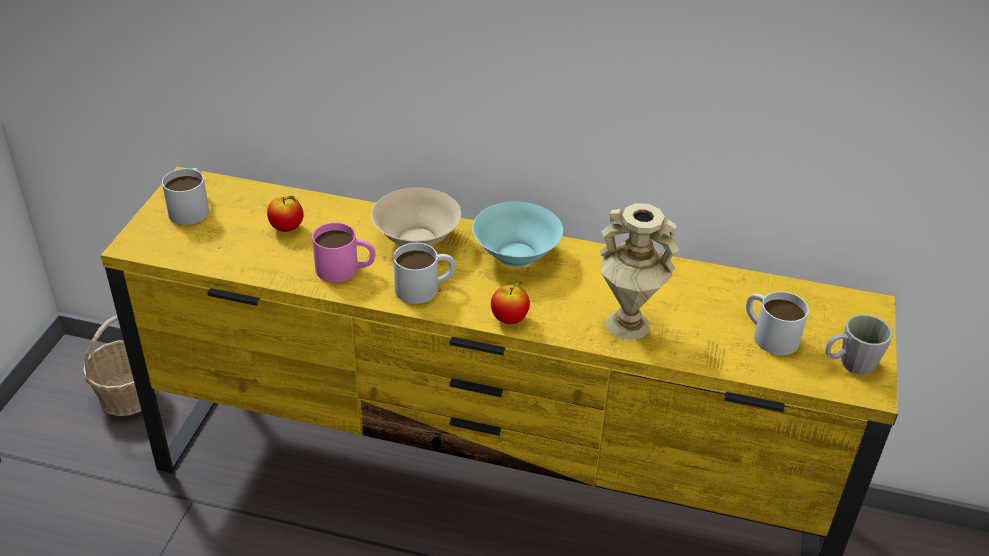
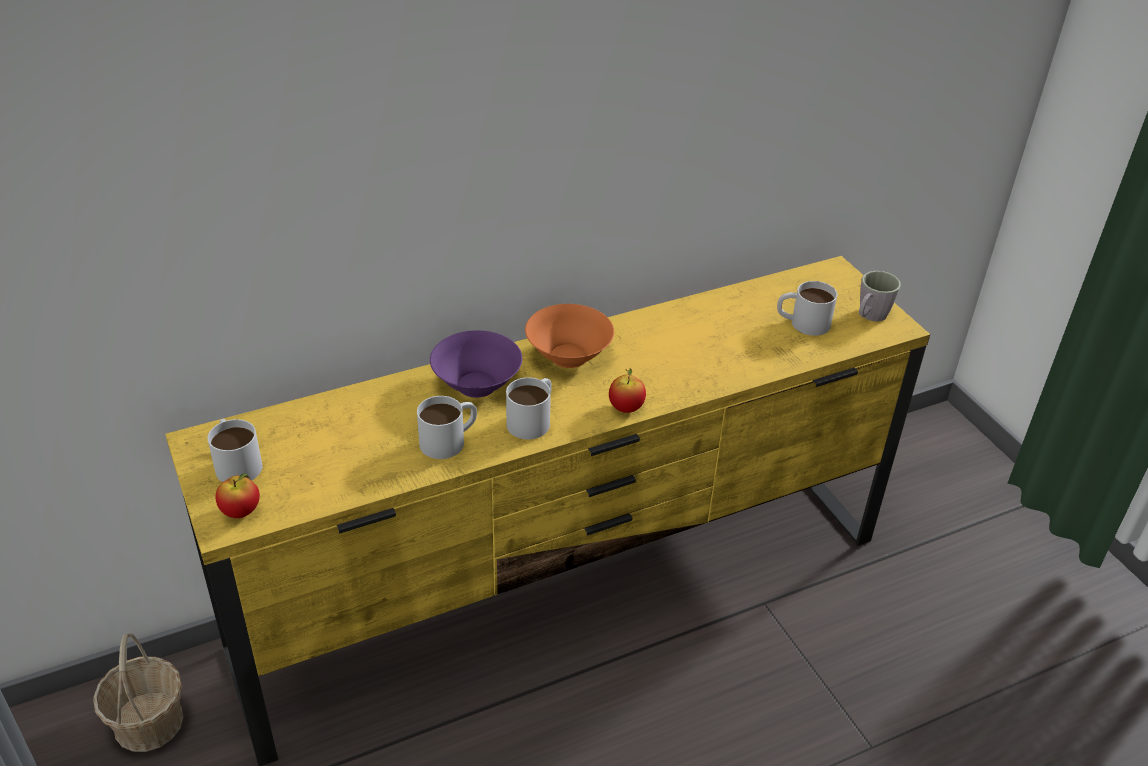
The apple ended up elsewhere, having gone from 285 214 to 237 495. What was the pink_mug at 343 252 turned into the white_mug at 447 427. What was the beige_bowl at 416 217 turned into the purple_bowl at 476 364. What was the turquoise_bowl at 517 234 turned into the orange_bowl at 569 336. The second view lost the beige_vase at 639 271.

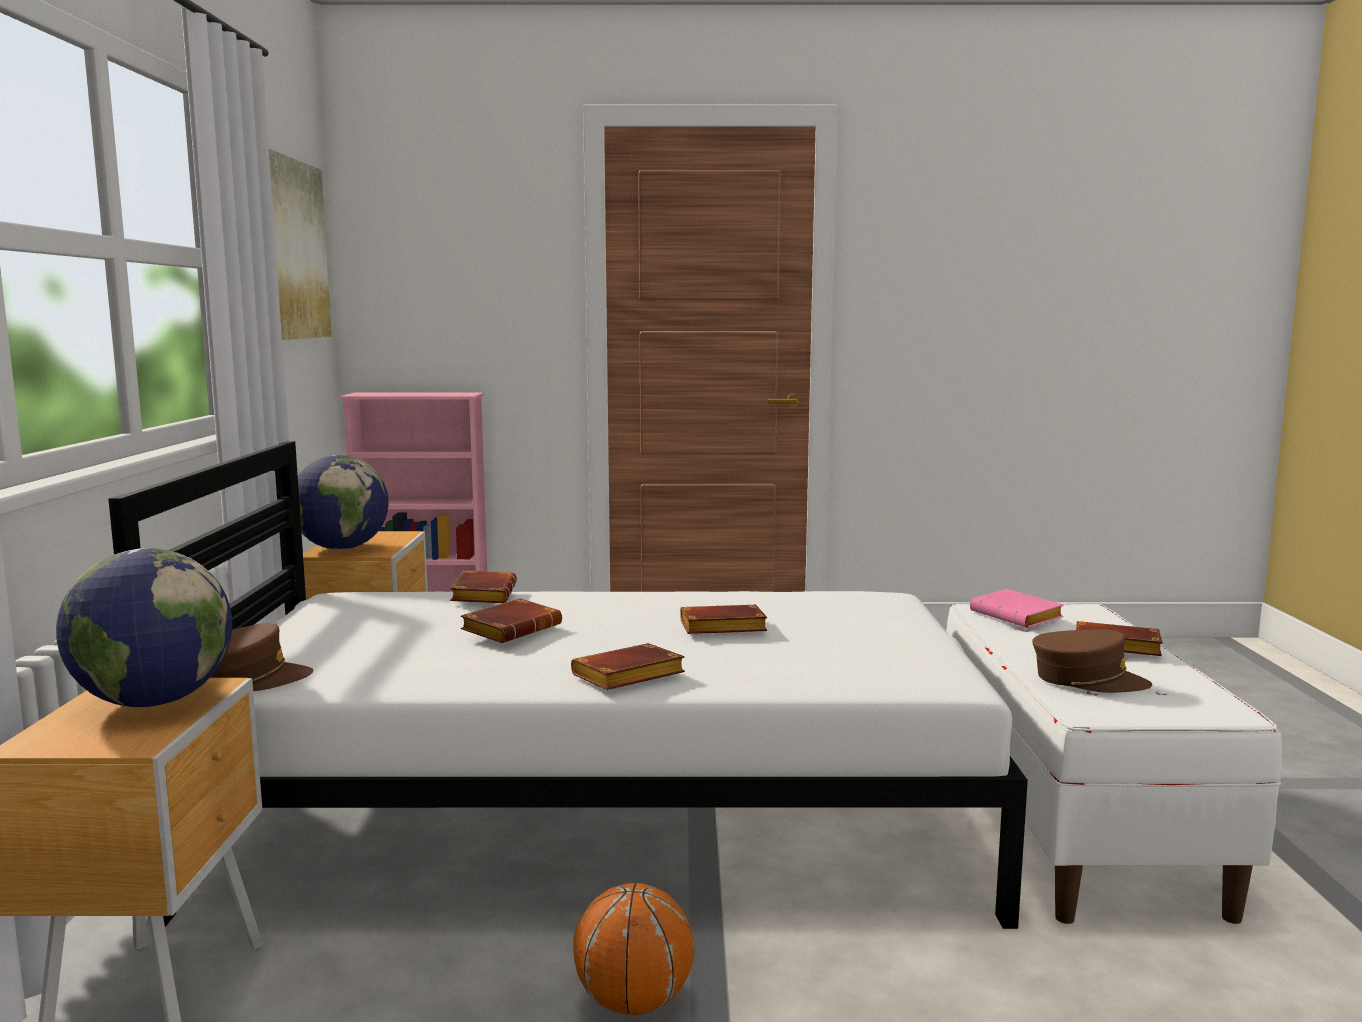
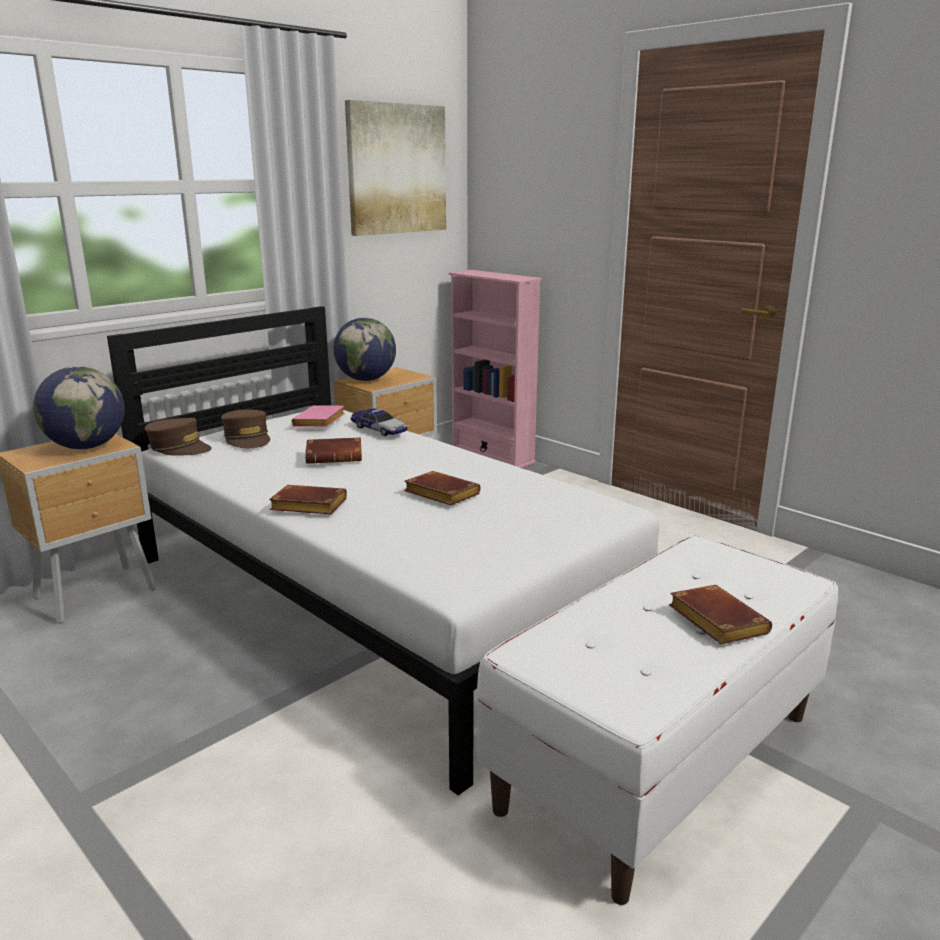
The brown_cap ended up elsewhere, having gone from 1092 661 to 245 428. The pink_book ended up elsewhere, having gone from 1017 608 to 318 416. Where the brown_book stood at 483 586, the toy_car came to stand at 378 422. The second view lost the basketball at 634 949.

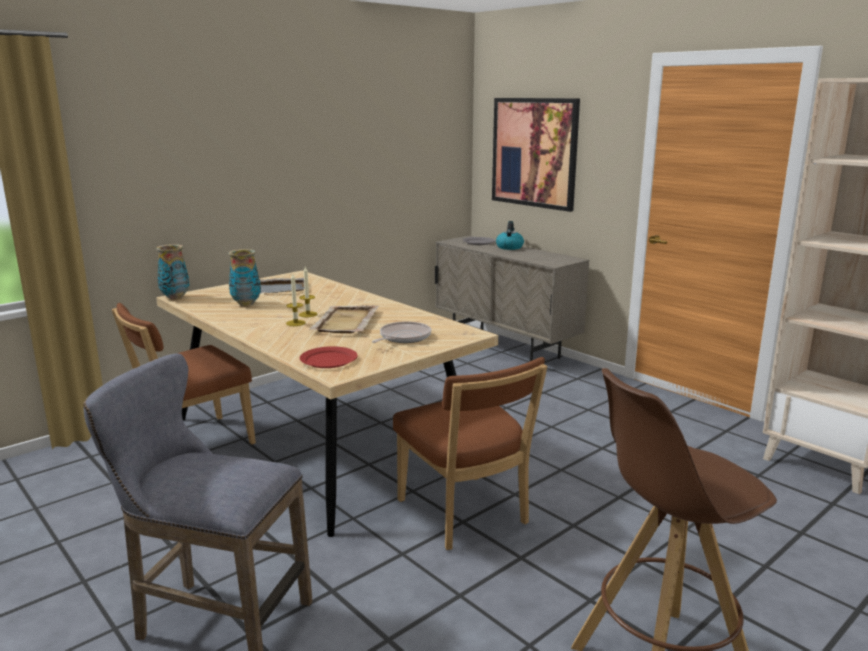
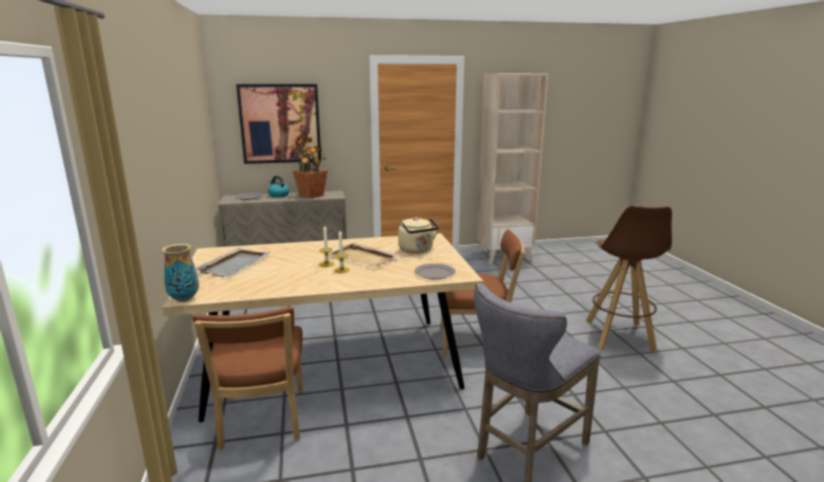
The second view gained the potted_plant at 310 166. Where the frying_pan stood at 401 332, the beige_kettle came to stand at 418 235. What was the red_plate at 329 357 turned into the grey_plate at 435 271. The second view lost the vase at 244 277.

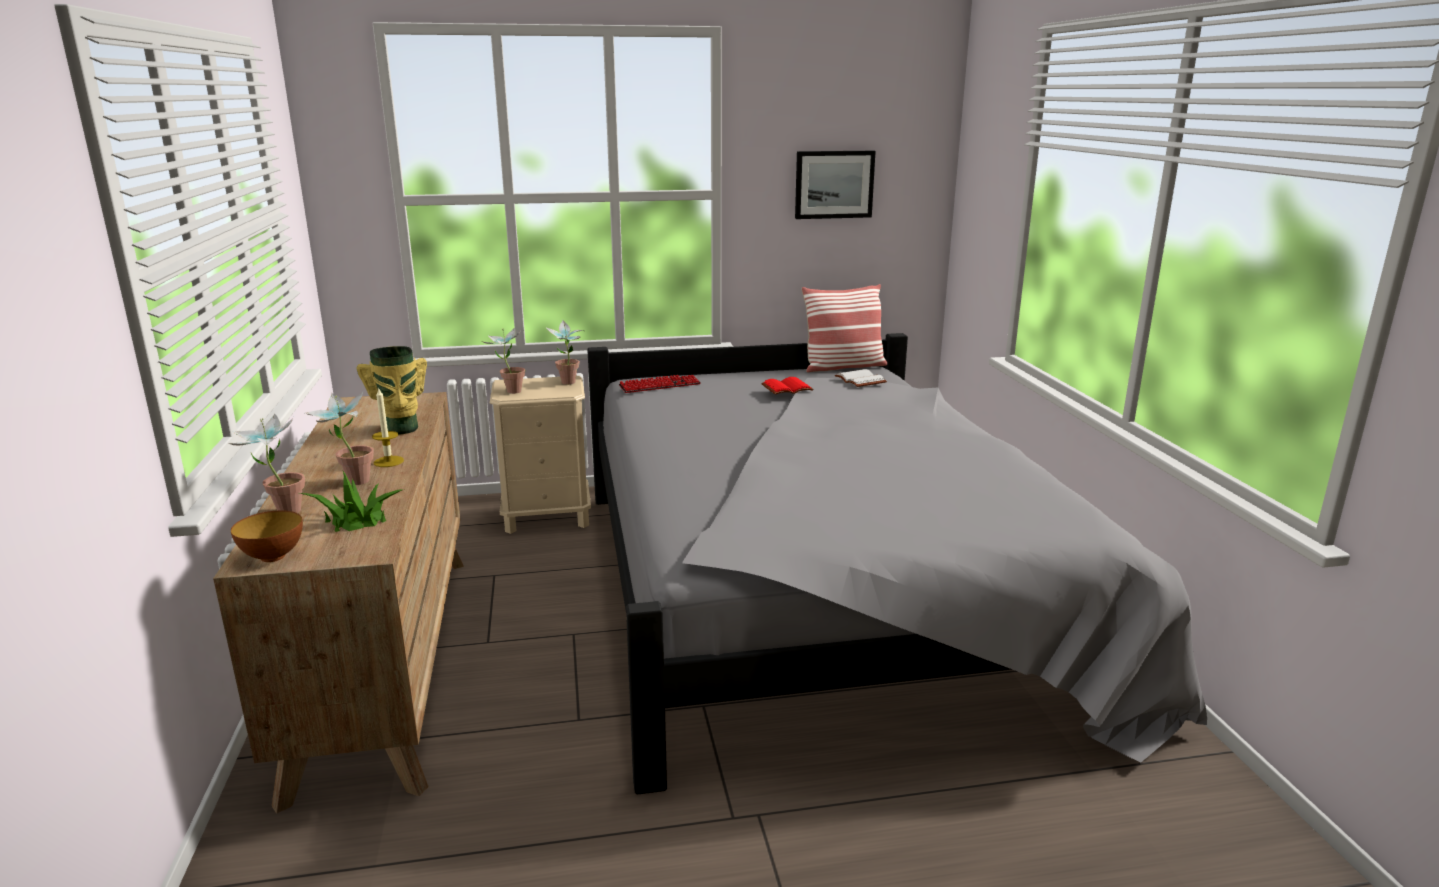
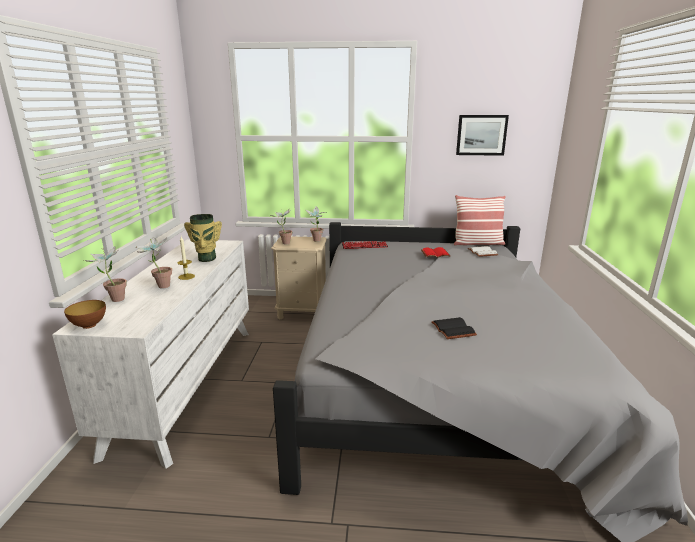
What was the brown_dresser at 338 602 turned into the white_dresser at 150 354. The second view gained the black_book at 454 328. The second view lost the potted_plant at 352 501.

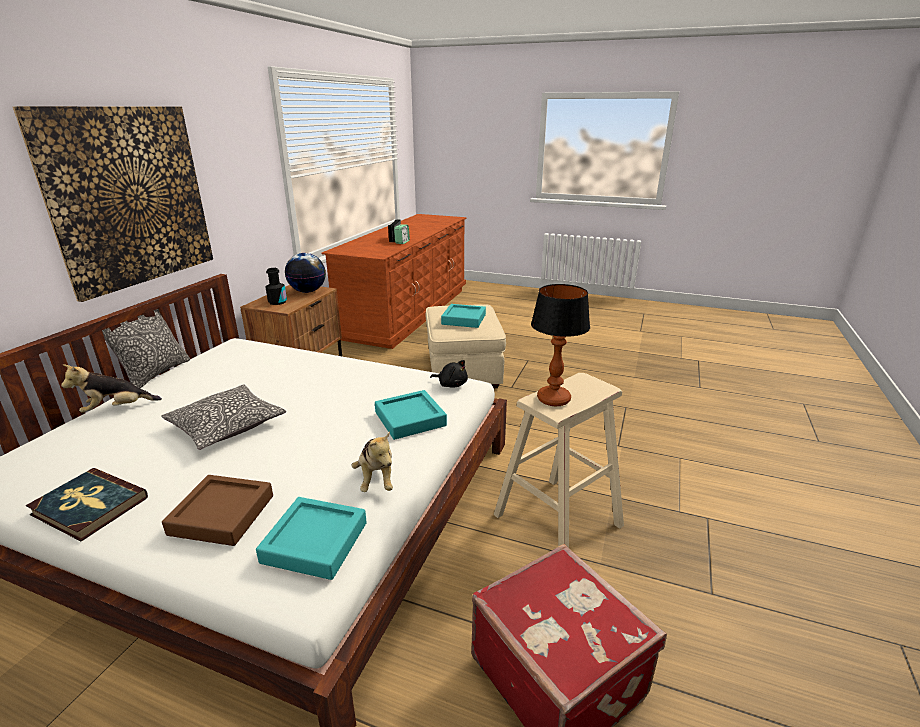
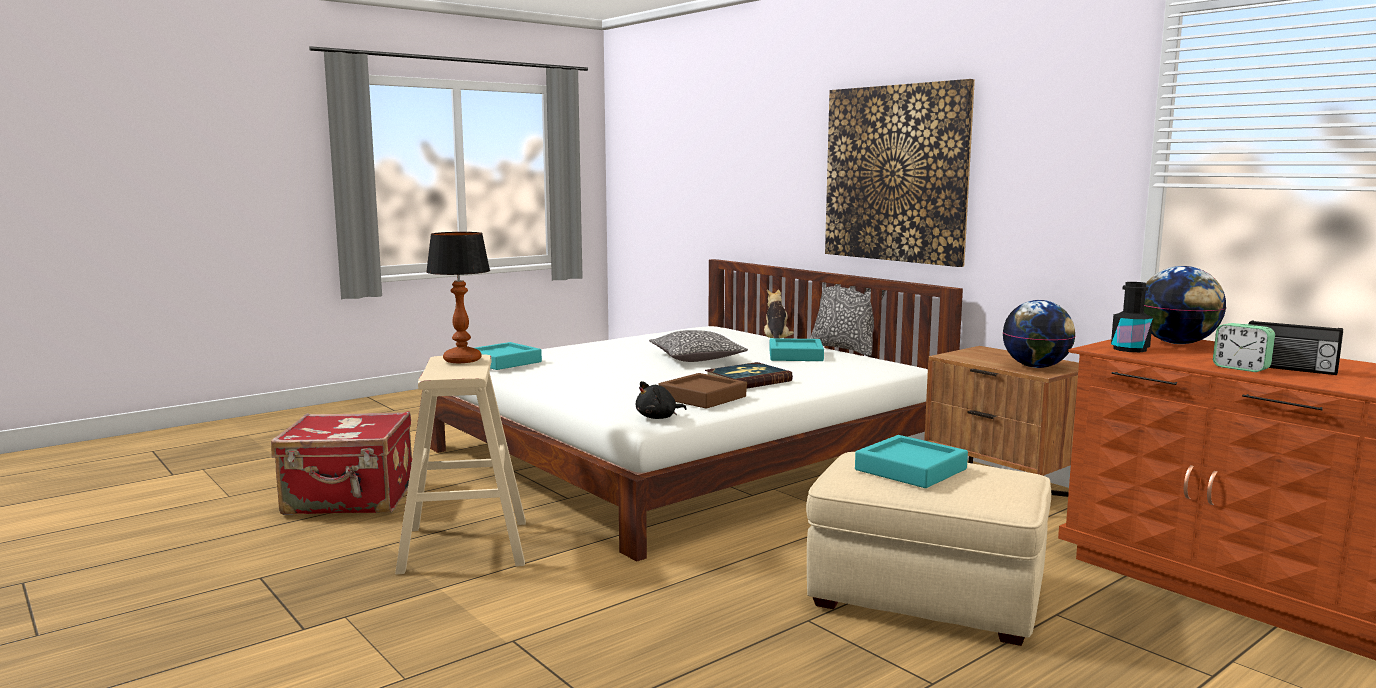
The brown_tray ended up elsewhere, having gone from 217 510 to 702 391. The book ended up elsewhere, having gone from 87 504 to 749 375. The turquoise_tray ended up elsewhere, having gone from 411 415 to 796 349. The black_bottle ended up elsewhere, having gone from 276 286 to 1132 317. The second view gained the globe at 1185 305. The second view lost the plush_toy at 372 461.

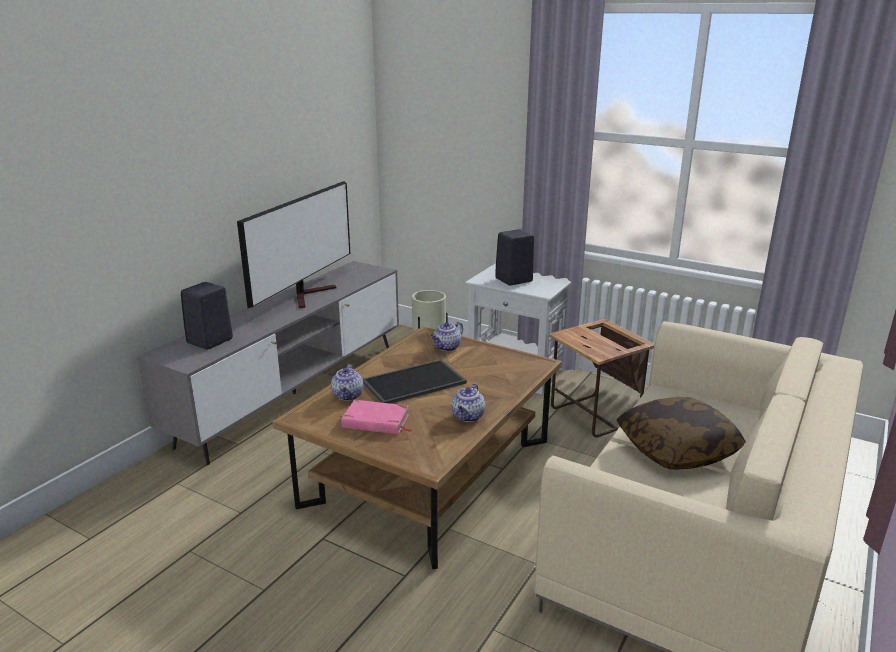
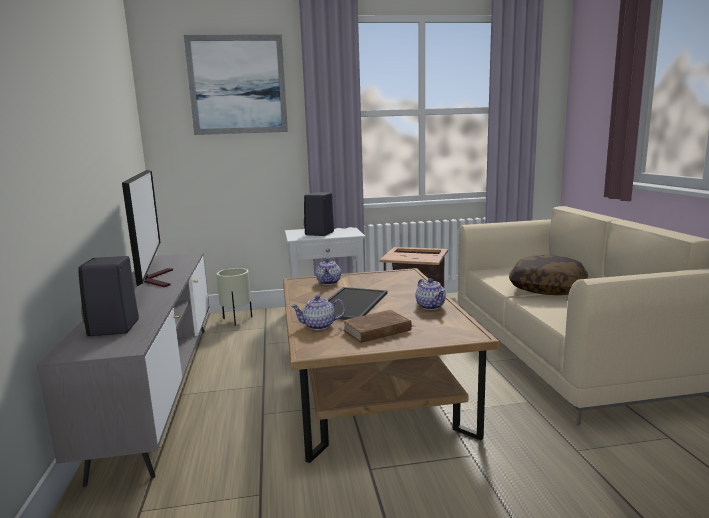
The second view gained the picture at 236 84. The teapot at 347 382 ended up facing another way, 120 degrees clockwise from before. What was the pink_book at 376 417 turned into the brown_book at 378 326.

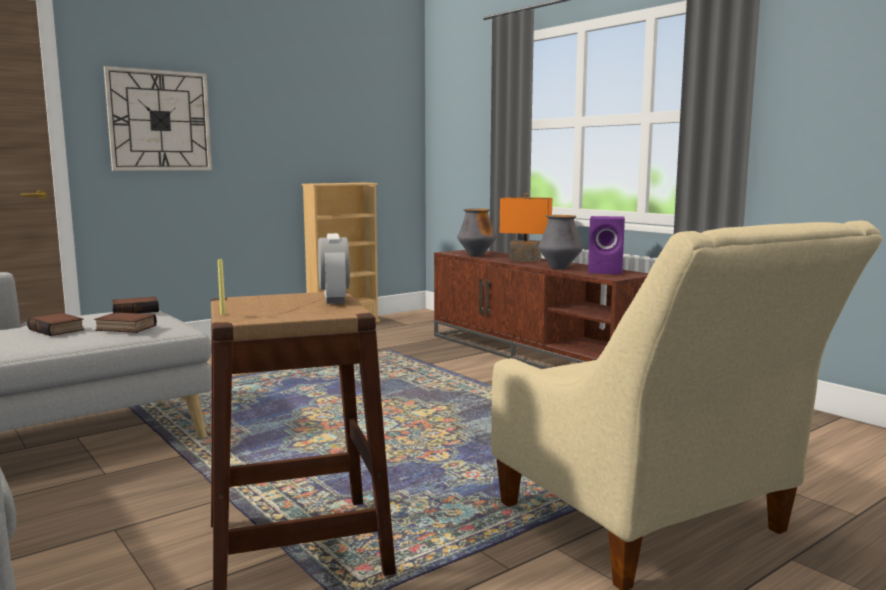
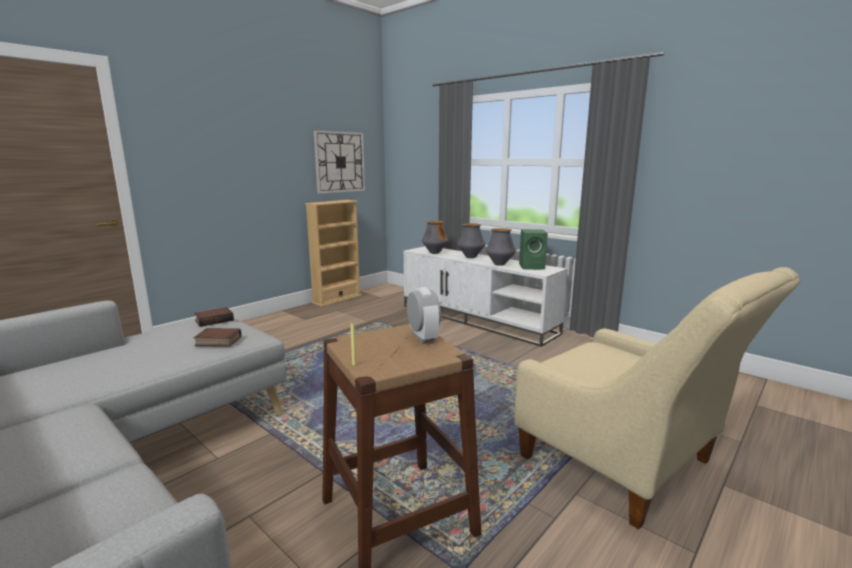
The wall_clock ended up elsewhere, having gone from 158 118 to 339 162. What was the brown_tv_stand at 541 309 turned into the white_tv_stand at 485 296. Where the orange_table_lamp stood at 526 227, the vase came to stand at 471 240. What was the purple_speaker at 606 245 turned into the green_speaker at 533 249. The second view lost the book at 55 324.

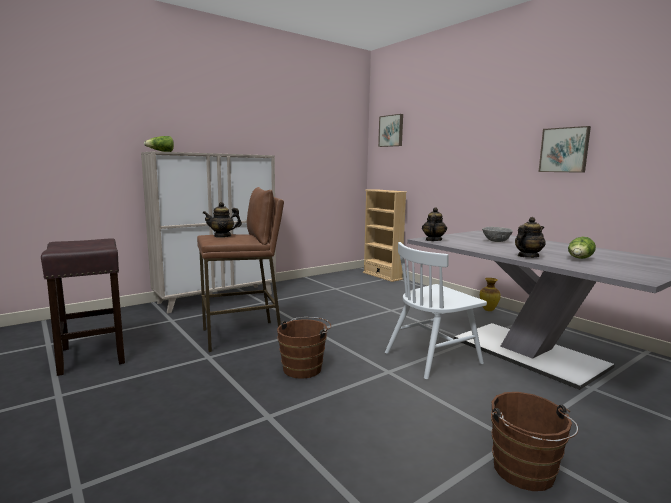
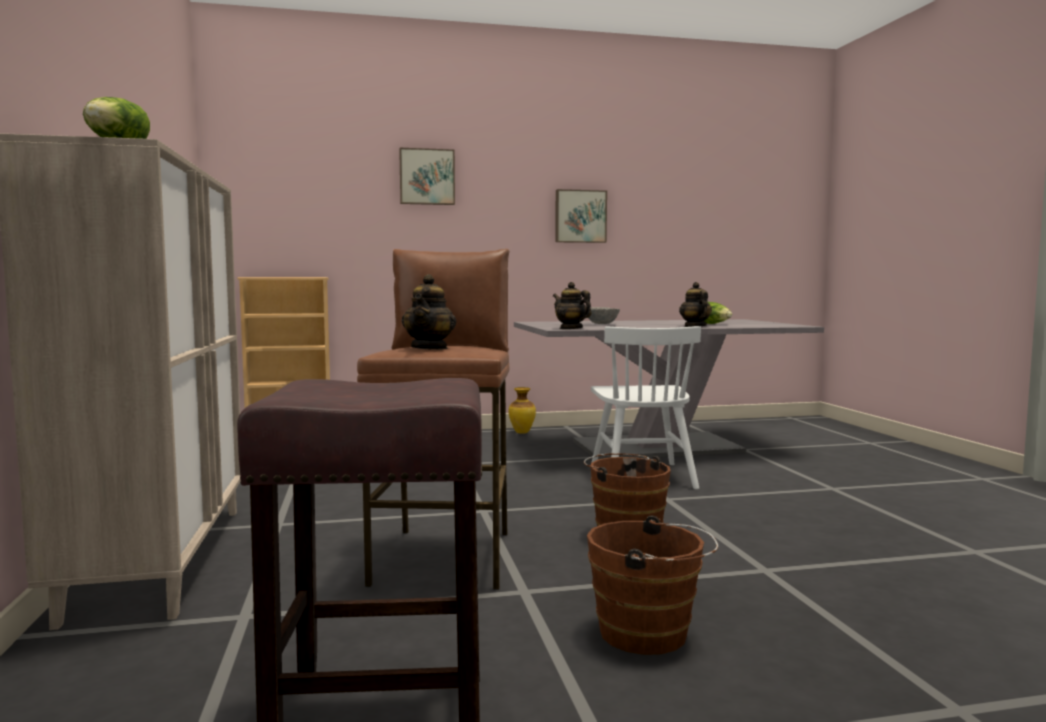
The picture ended up elsewhere, having gone from 390 130 to 427 176. The brown_bucket ended up elsewhere, having gone from 534 441 to 652 585.

